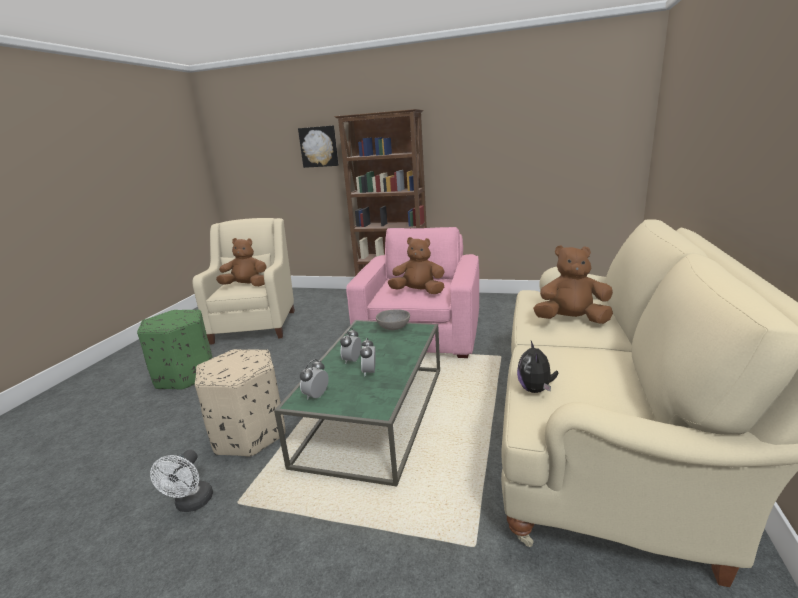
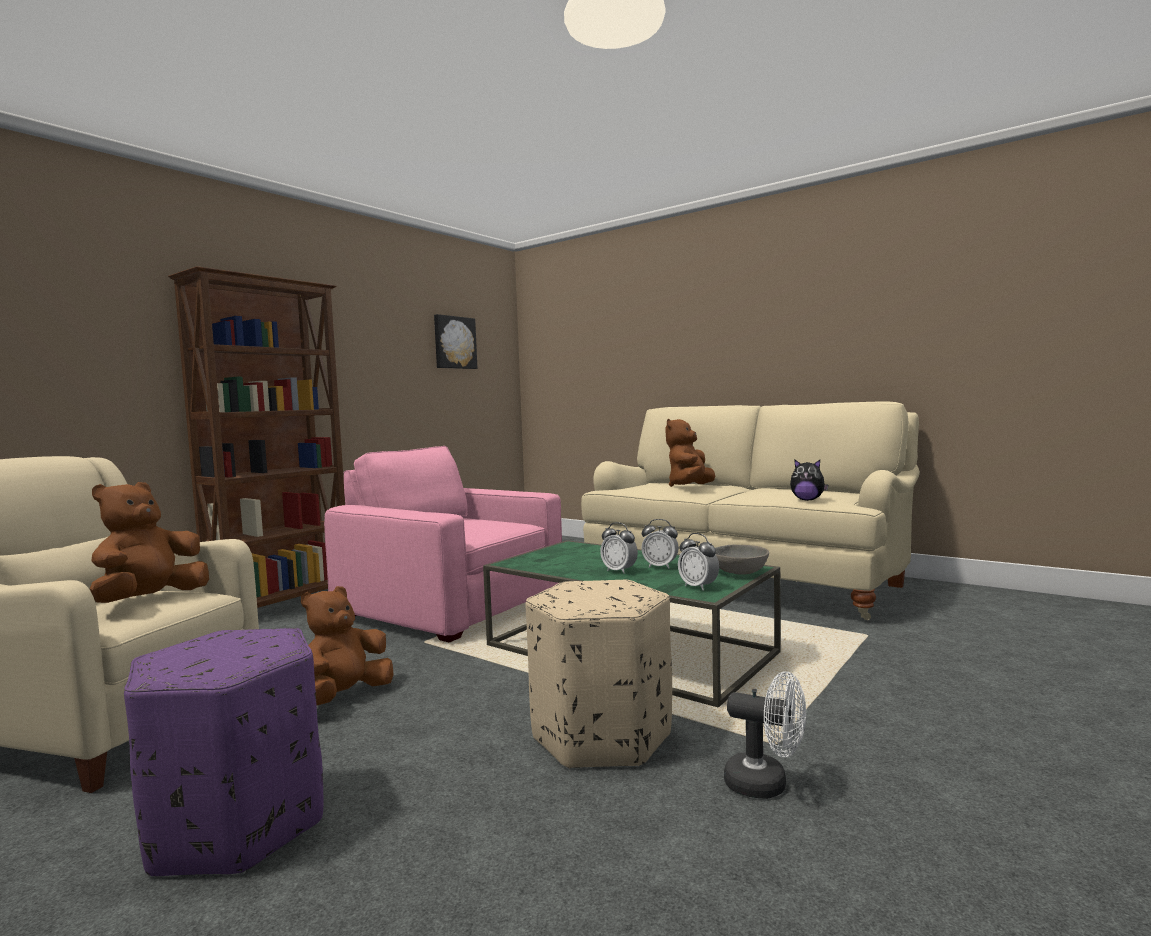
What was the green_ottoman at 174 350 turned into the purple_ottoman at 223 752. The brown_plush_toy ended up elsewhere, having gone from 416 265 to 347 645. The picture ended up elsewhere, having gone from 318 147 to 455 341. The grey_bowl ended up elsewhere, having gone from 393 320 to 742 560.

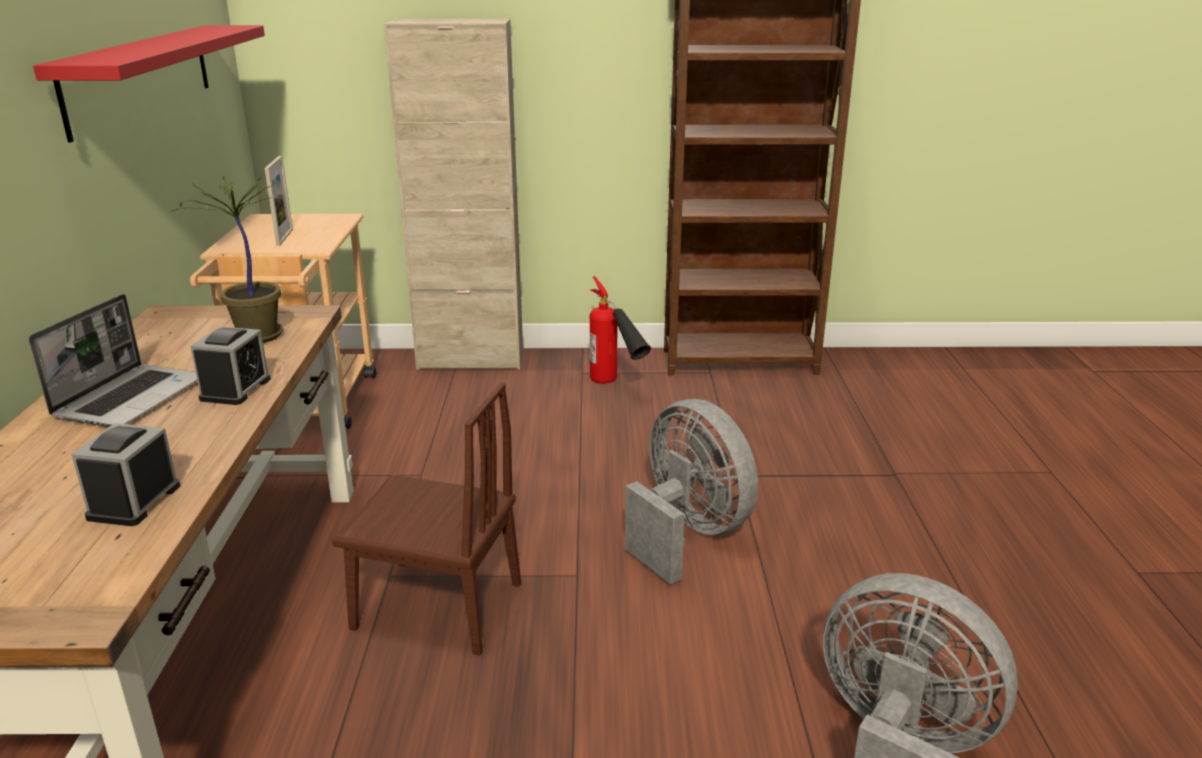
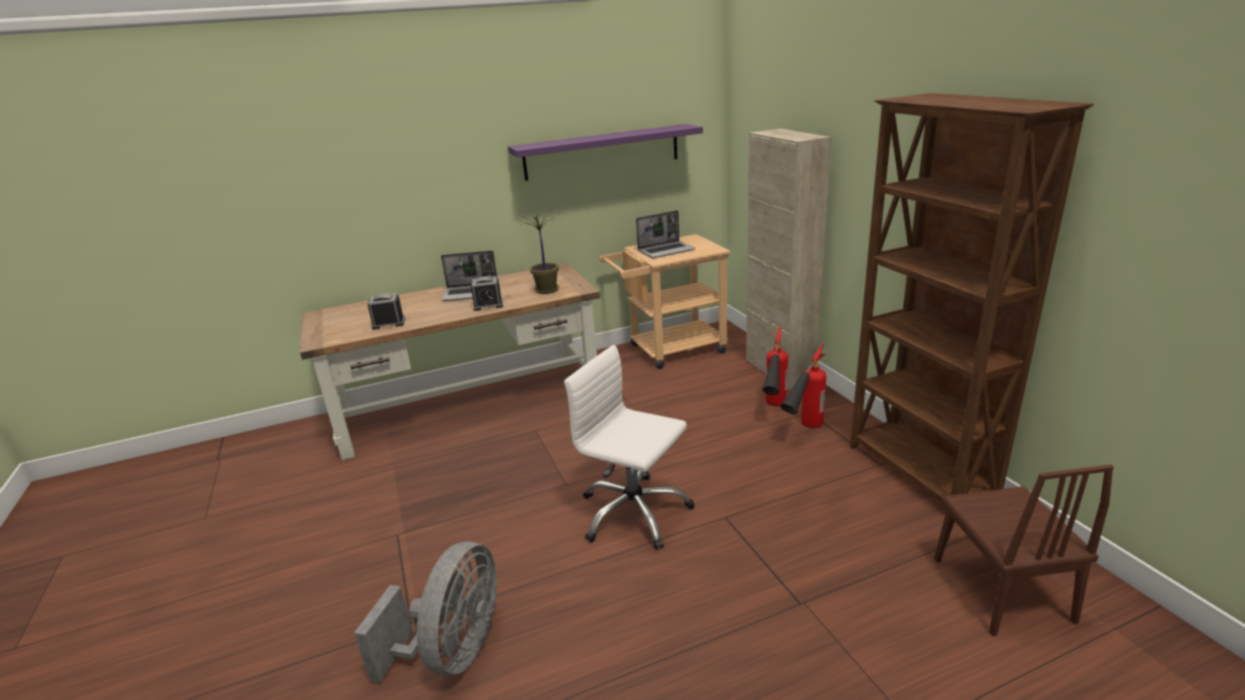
What was the red_shelf at 149 83 turned into the purple_shelf at 605 152. Where the grey_fan stood at 691 491, the white_office_chair came to stand at 629 447. Where the picture_frame stood at 279 201, the laptop came to stand at 665 234. The second view gained the fire_extinguisher at 775 366. The brown_chair ended up elsewhere, having gone from 426 518 to 1024 550.

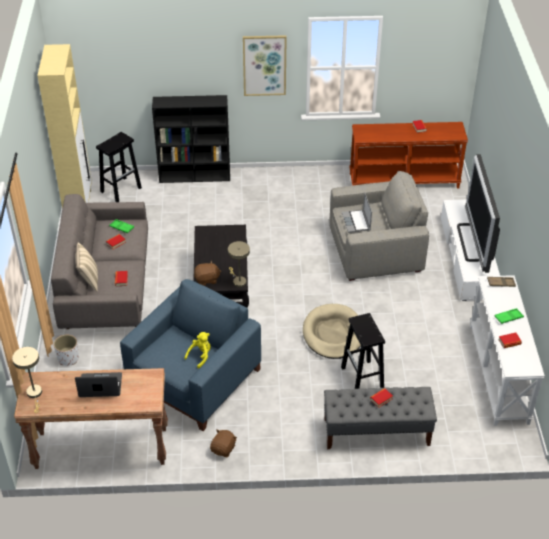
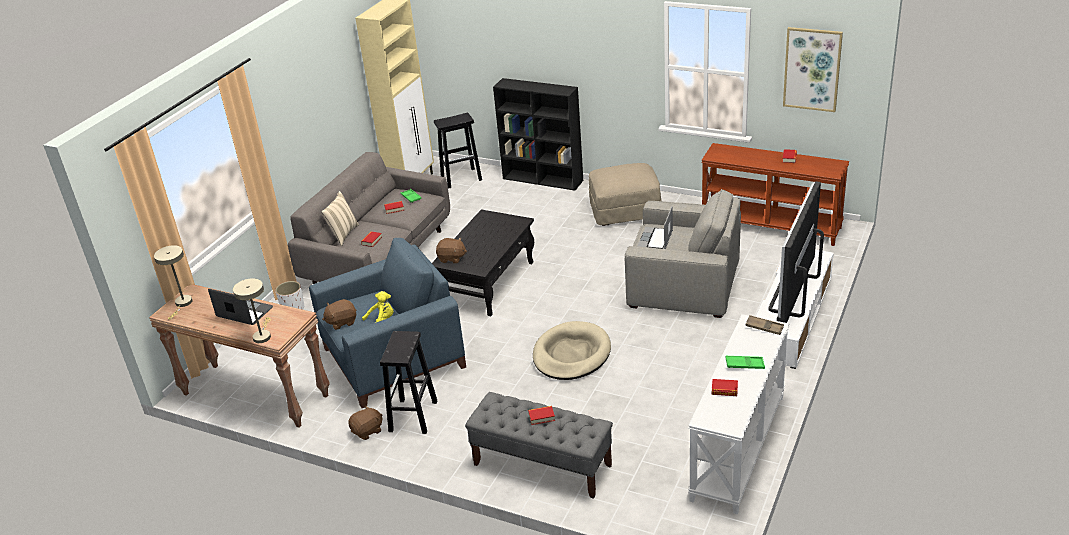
The beige_table_lamp ended up elsewhere, having gone from 239 264 to 252 310. The second view gained the brown_plush_toy at 339 314. The black_stool ended up elsewhere, having gone from 363 351 to 408 382. The second view gained the beige_ottoman at 625 194. The picture ended up elsewhere, having gone from 265 65 to 813 69.

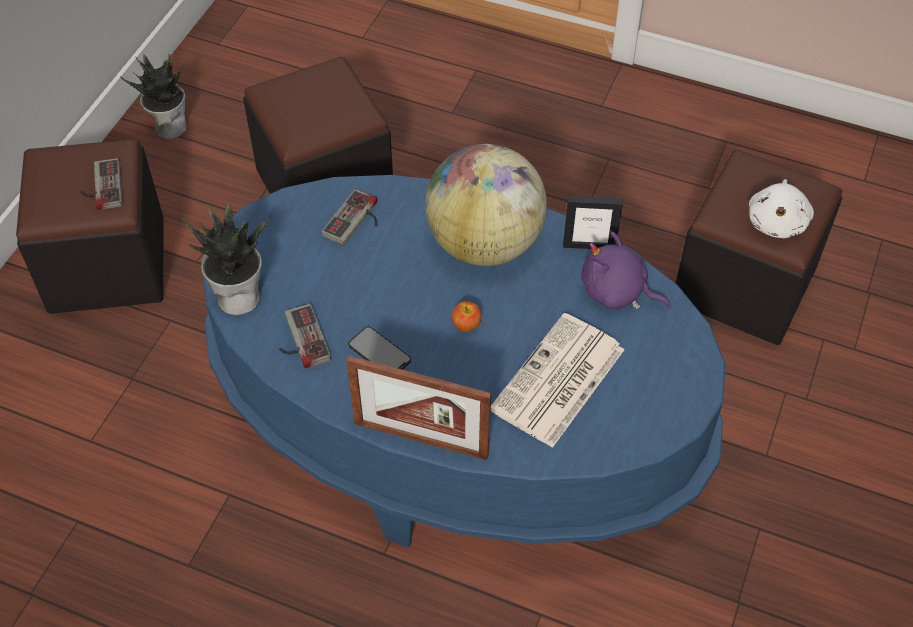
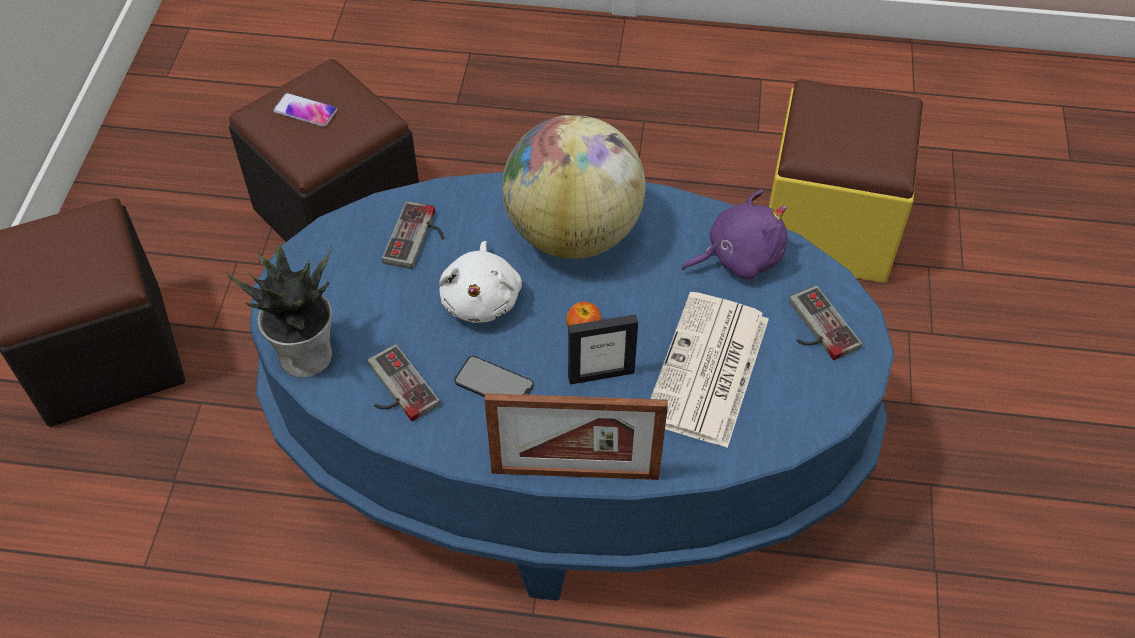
The second view gained the phone at 305 110. The white_plush_toy ended up elsewhere, having gone from 781 208 to 480 282. The picture_frame ended up elsewhere, having gone from 593 222 to 603 349. The purple_plush_toy at 626 271 ended up facing another way, 150 degrees clockwise from before. What was the black_ottoman at 759 247 turned into the yellow_ottoman at 846 181. The game_controller ended up elsewhere, having gone from 101 184 to 825 323. The second view lost the potted_plant at 153 95.

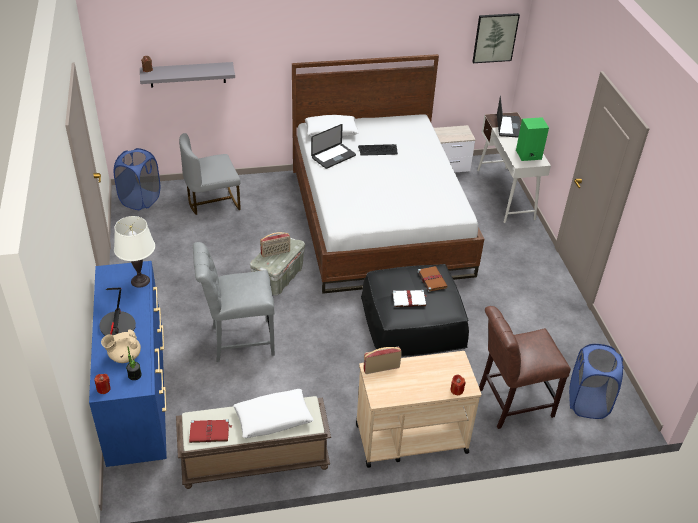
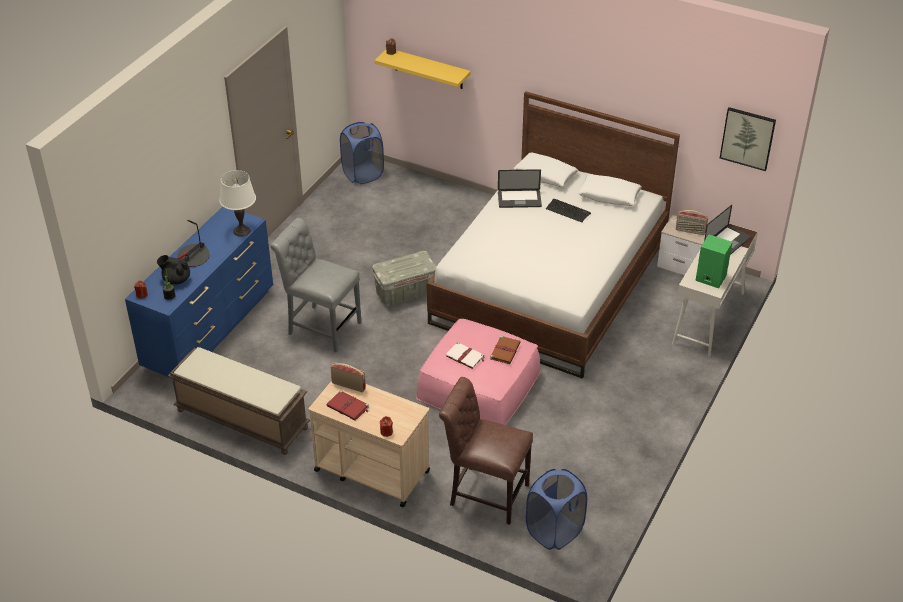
What was the beige_teapot at 121 346 turned into the black_teapot at 173 270. The red_book ended up elsewhere, having gone from 210 431 to 347 405. What was the grey_shelf at 187 75 turned into the yellow_shelf at 422 69. What was the black_ottoman at 415 310 turned into the pink_ottoman at 478 372. The white_pillow ended up elsewhere, having gone from 273 413 to 610 190. The radio ended up elsewhere, having gone from 275 244 to 692 222. The second view lost the grey_chair at 210 174.

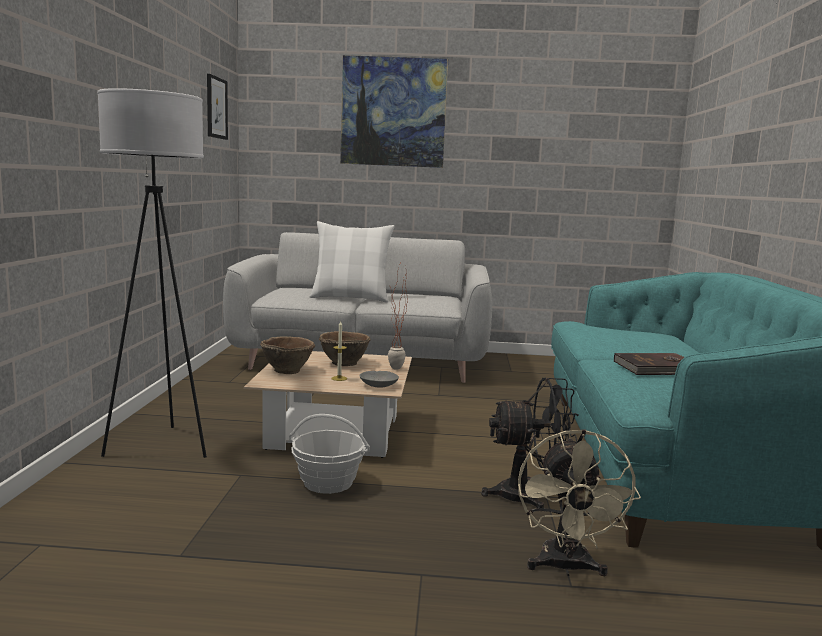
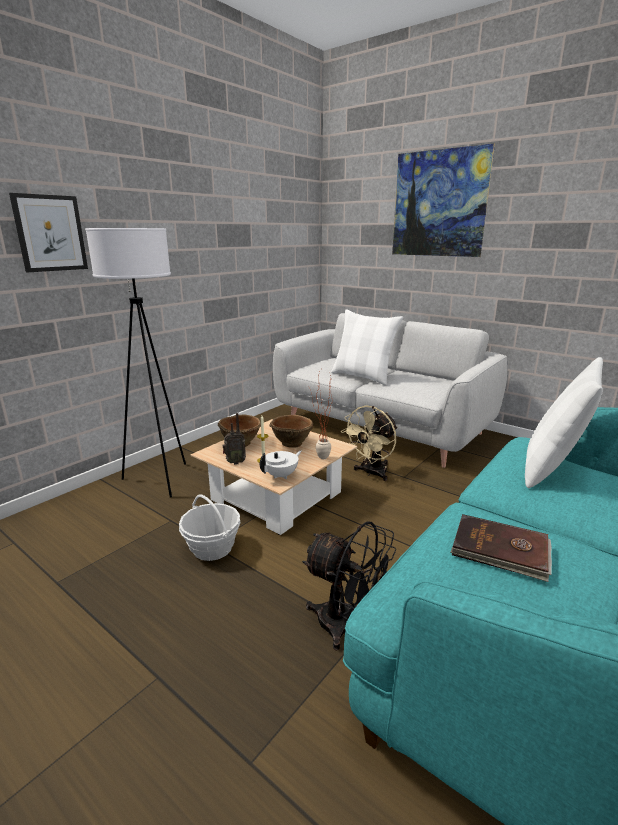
The picture ended up elsewhere, having gone from 217 107 to 48 232. The second view gained the radio at 234 439. Where the grey_bowl stood at 379 379, the white_teapot came to stand at 280 464. The beige_fan ended up elsewhere, having gone from 579 502 to 369 443. The second view gained the white_pillow at 564 422.

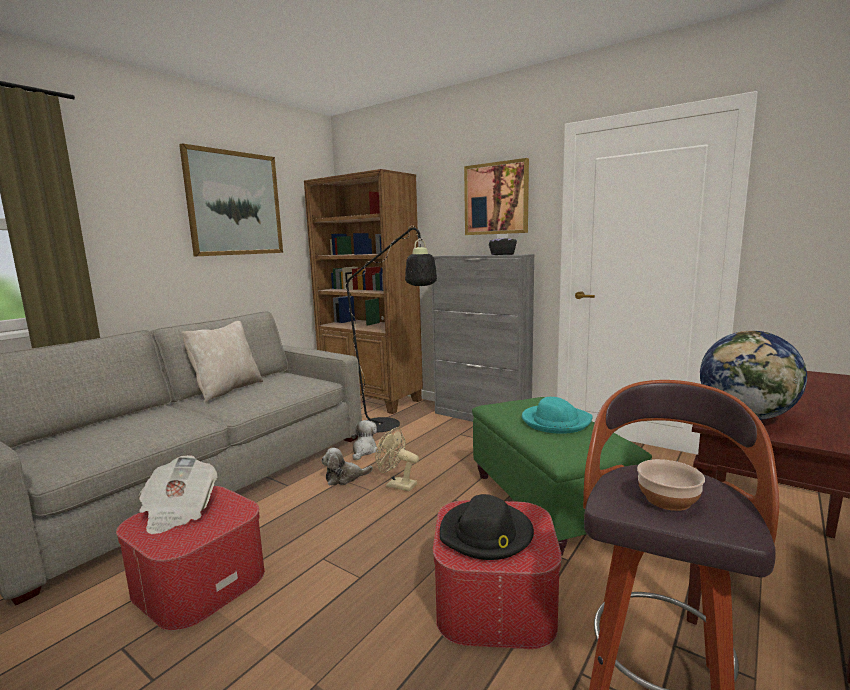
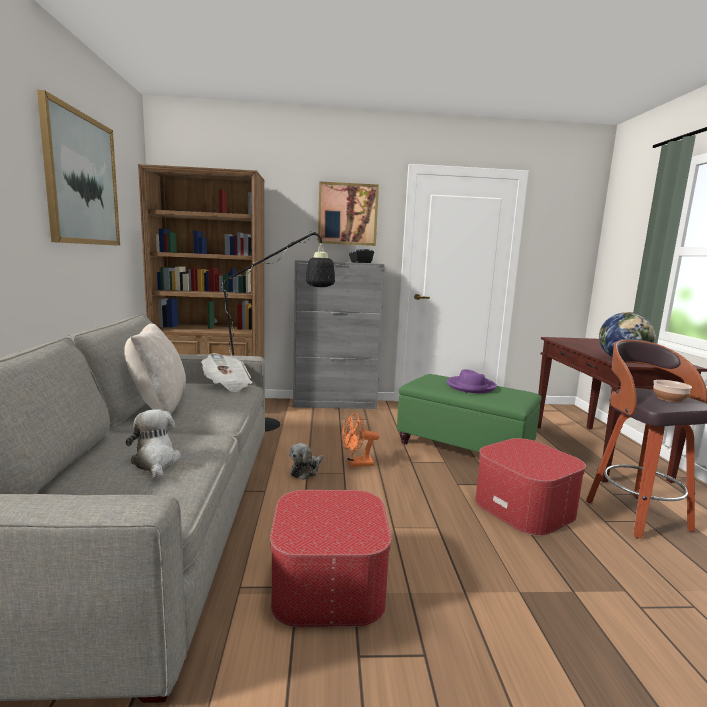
The plush_toy ended up elsewhere, having gone from 364 440 to 153 444. The newspaper ended up elsewhere, having gone from 177 494 to 227 372. What was the beige_fan at 397 459 turned into the orange_fan at 360 439. What was the turquoise_hat at 557 415 turned into the purple_hat at 472 381. The second view lost the black_hat at 487 527.

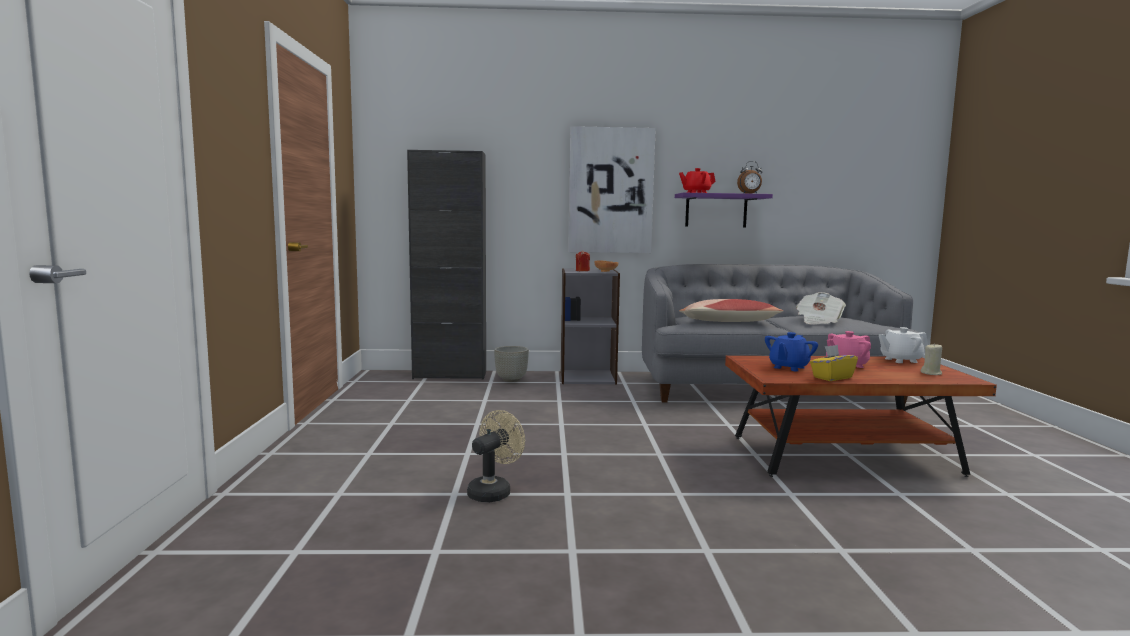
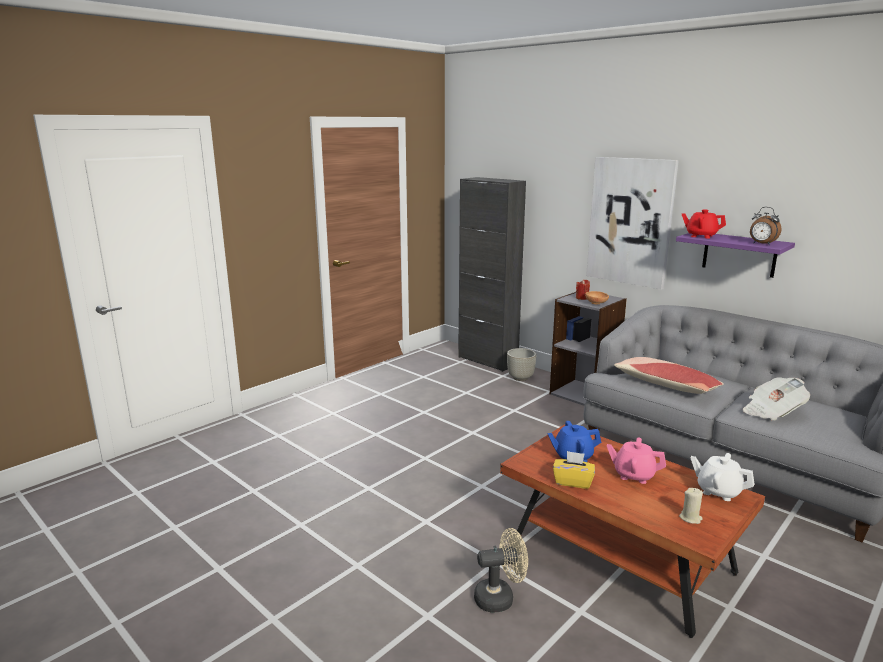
The beige_fan ended up elsewhere, having gone from 496 456 to 501 570.

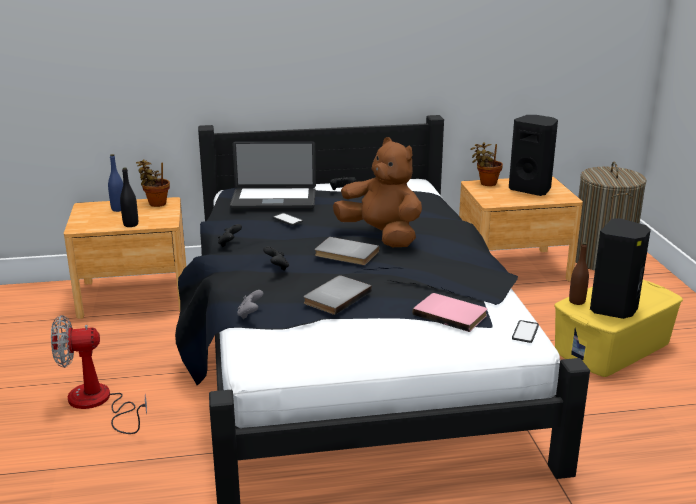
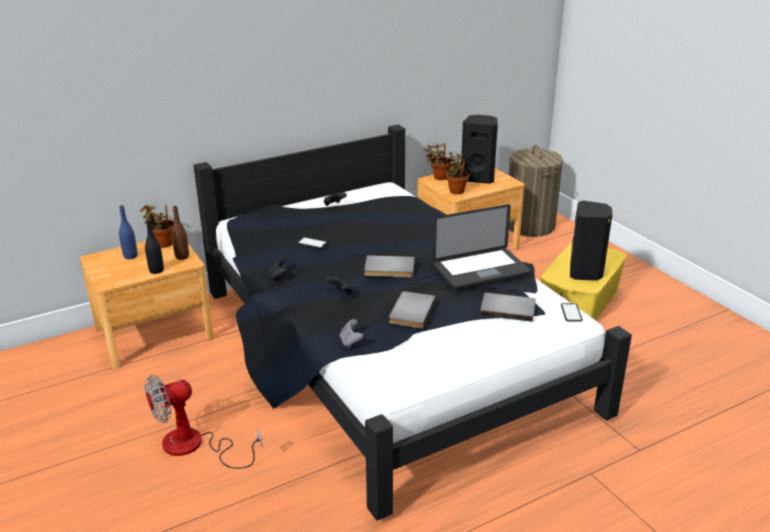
The brown_bottle ended up elsewhere, having gone from 579 273 to 180 233. The laptop ended up elsewhere, having gone from 273 175 to 481 246. The second view gained the potted_plant at 457 173. What was the pink_book at 450 312 turned into the grey_book at 508 307. The second view lost the brown_plush_toy at 377 192.

